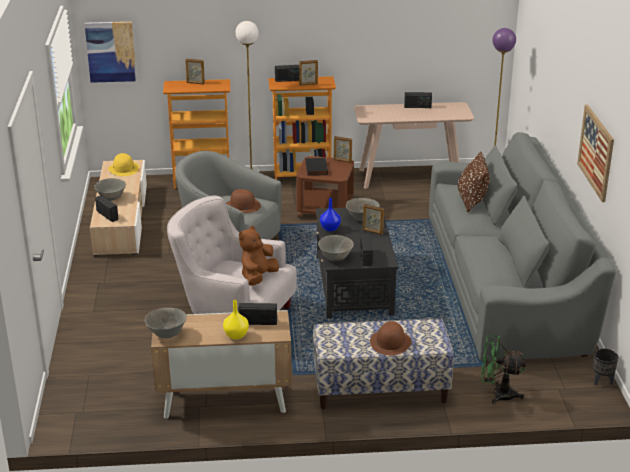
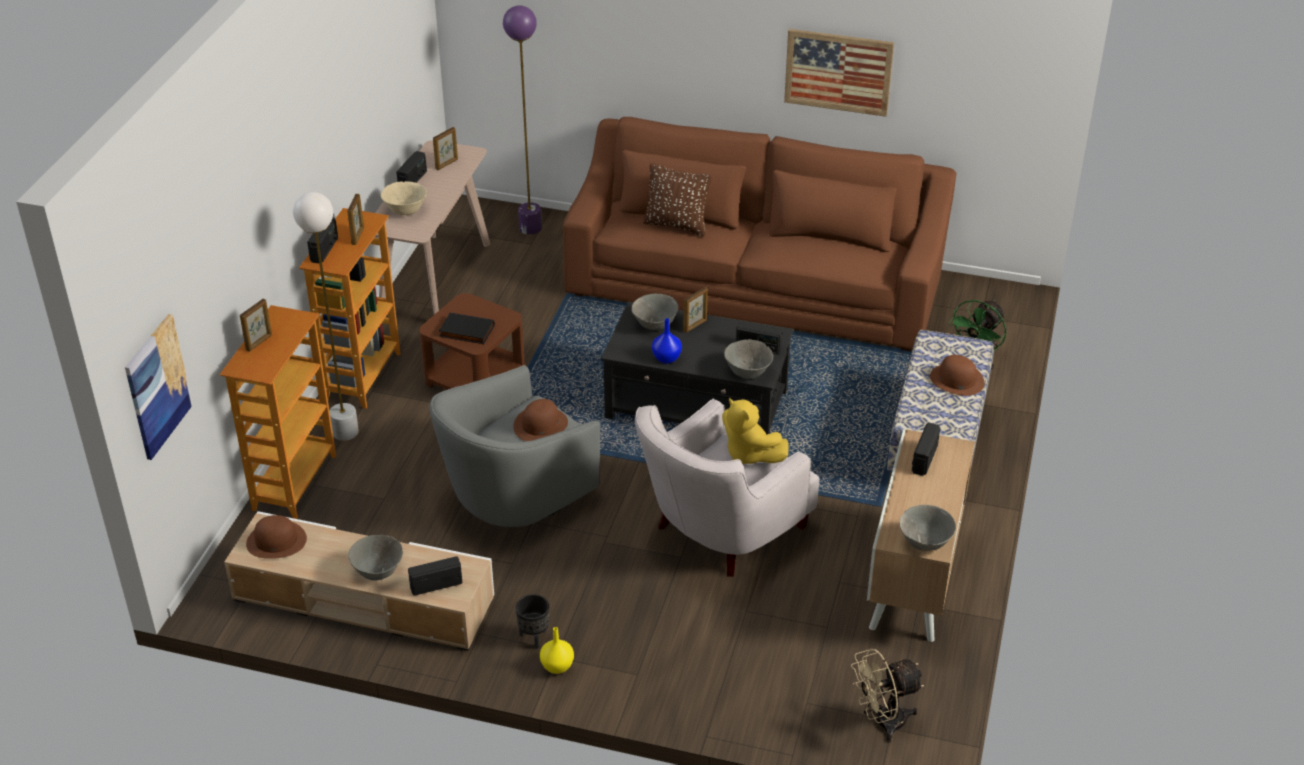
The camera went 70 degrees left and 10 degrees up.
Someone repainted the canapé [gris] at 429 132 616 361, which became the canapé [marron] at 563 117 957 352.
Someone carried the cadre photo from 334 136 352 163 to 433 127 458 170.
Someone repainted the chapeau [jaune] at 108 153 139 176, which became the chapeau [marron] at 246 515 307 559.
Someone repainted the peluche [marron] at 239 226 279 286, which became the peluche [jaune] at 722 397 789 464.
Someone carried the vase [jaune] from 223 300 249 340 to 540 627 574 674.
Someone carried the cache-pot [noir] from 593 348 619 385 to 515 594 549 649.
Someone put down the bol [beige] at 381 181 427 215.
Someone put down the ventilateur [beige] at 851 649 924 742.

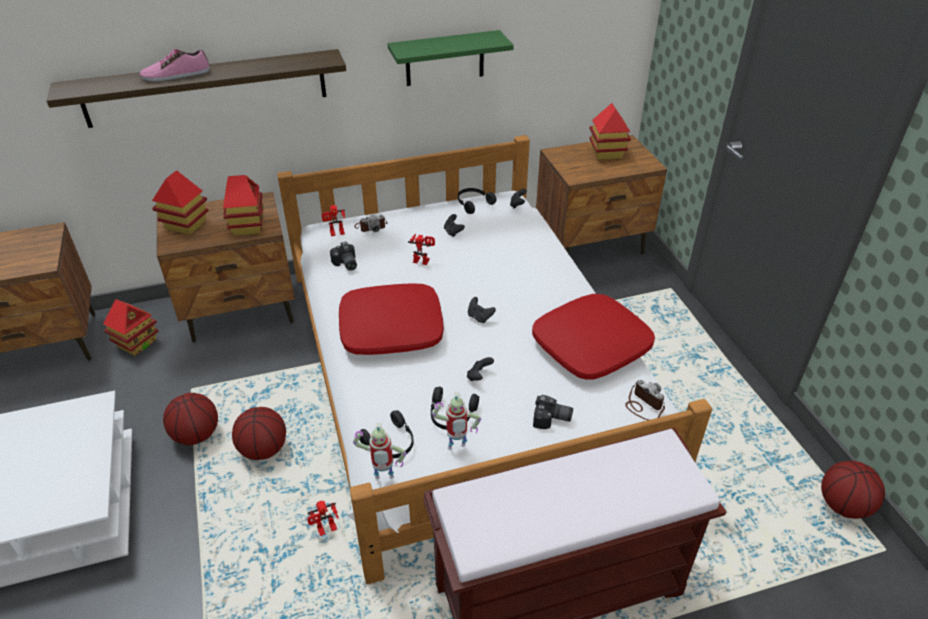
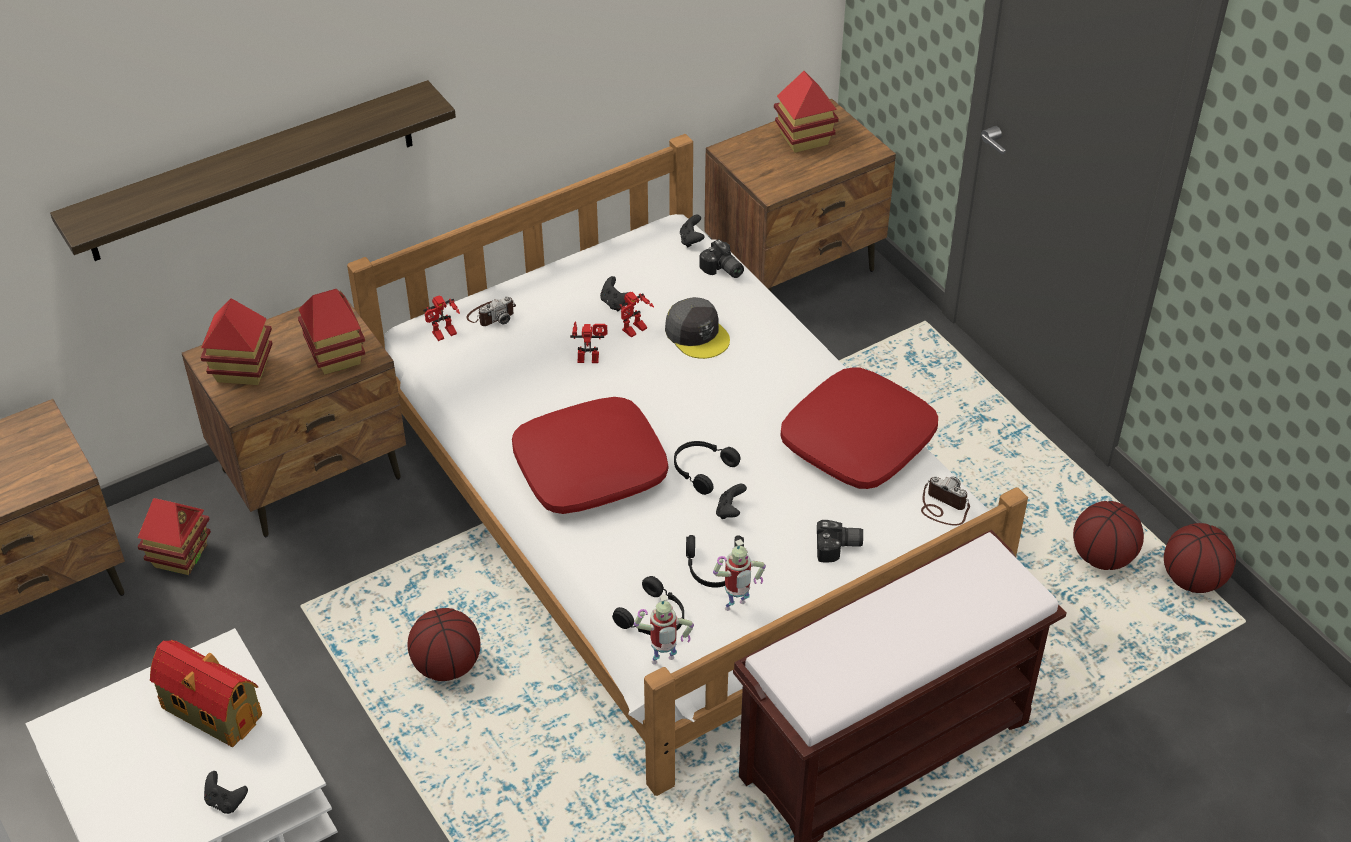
The camera went 15 degrees left and 5 degrees up.
Someone took away the étagère [vert] at 388 30 514 86.
Someone took away the chaussure at 140 49 210 81.
Someone carried the casque audio [noir] from 458 188 496 214 to 674 441 741 495.
Someone carried the appareil photo from 330 241 357 271 to 699 239 744 278.
Someone carried the manette [noir] from 468 297 496 323 to 204 771 248 814.
Someone carried the ballon de basket from 163 393 218 445 to 1073 501 1144 570.
Someone carried the robot jouet from 307 501 338 536 to 617 292 654 338.
Someone put down the casquette [gris] at 665 297 730 359.
Someone put down the maison miniature at 150 640 262 747.

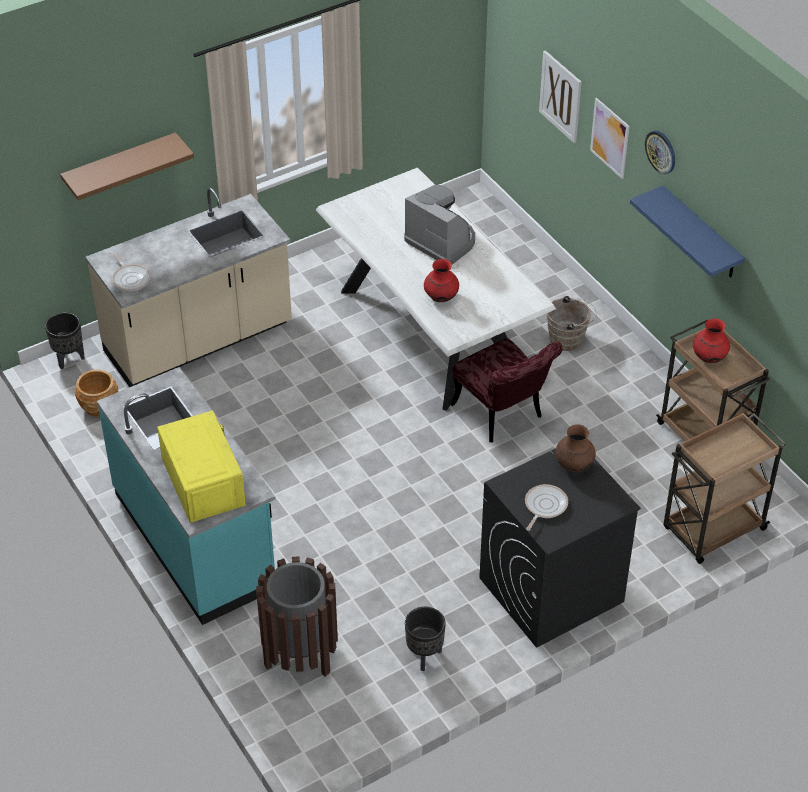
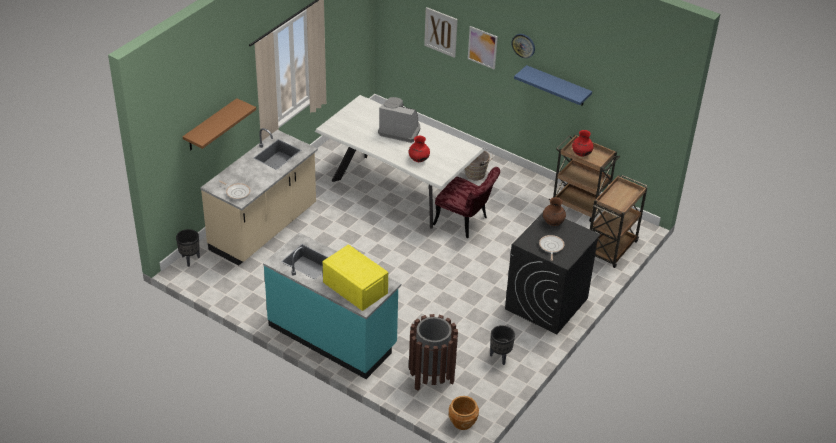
The camera went 25 degrees left and 5 degrees down.
Someone carried the cache-pot [marron] from 75 370 118 417 to 449 396 479 430.

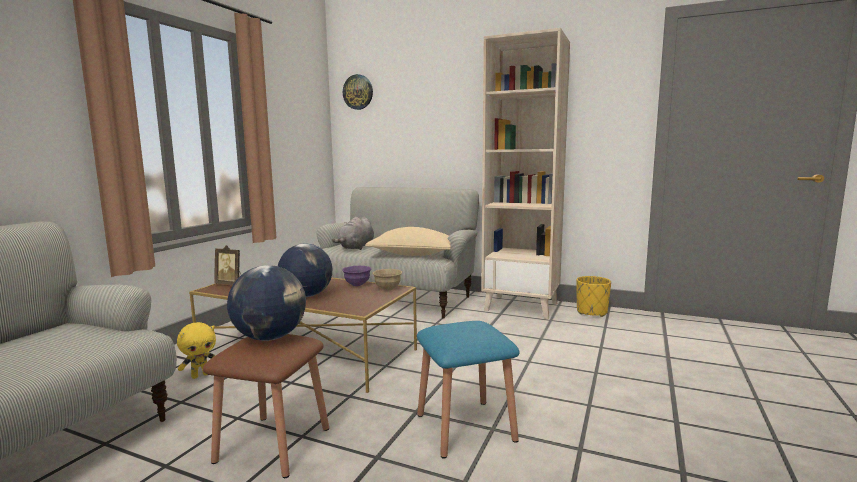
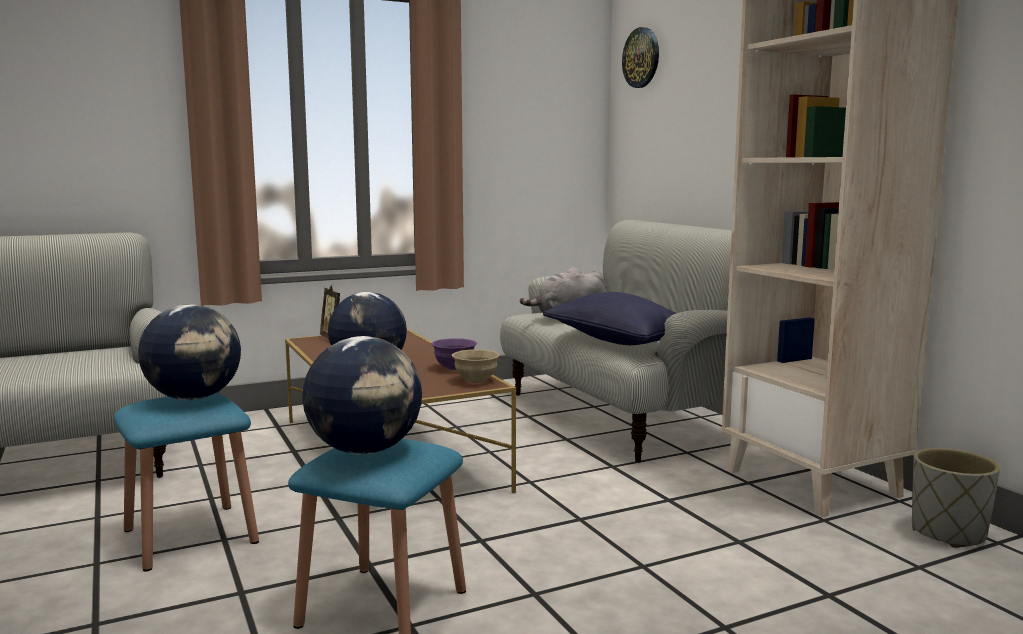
The camera went 40 degrees right and 0 degrees up.
Someone repainted the coussin [beige] at 365 227 451 256, which became the coussin [bleu] at 543 292 676 345.
Someone repainted the cache-pot [jaune] at 576 276 611 317, which became the cache-pot [gris] at 912 448 1000 548.
Someone took away the peluche [jaune] at 177 322 216 379.
Someone repainted the tabouret [marron] at 203 334 329 478, which became the tabouret [bleu] at 114 393 259 572.
Someone put down the globe at 302 336 422 455.

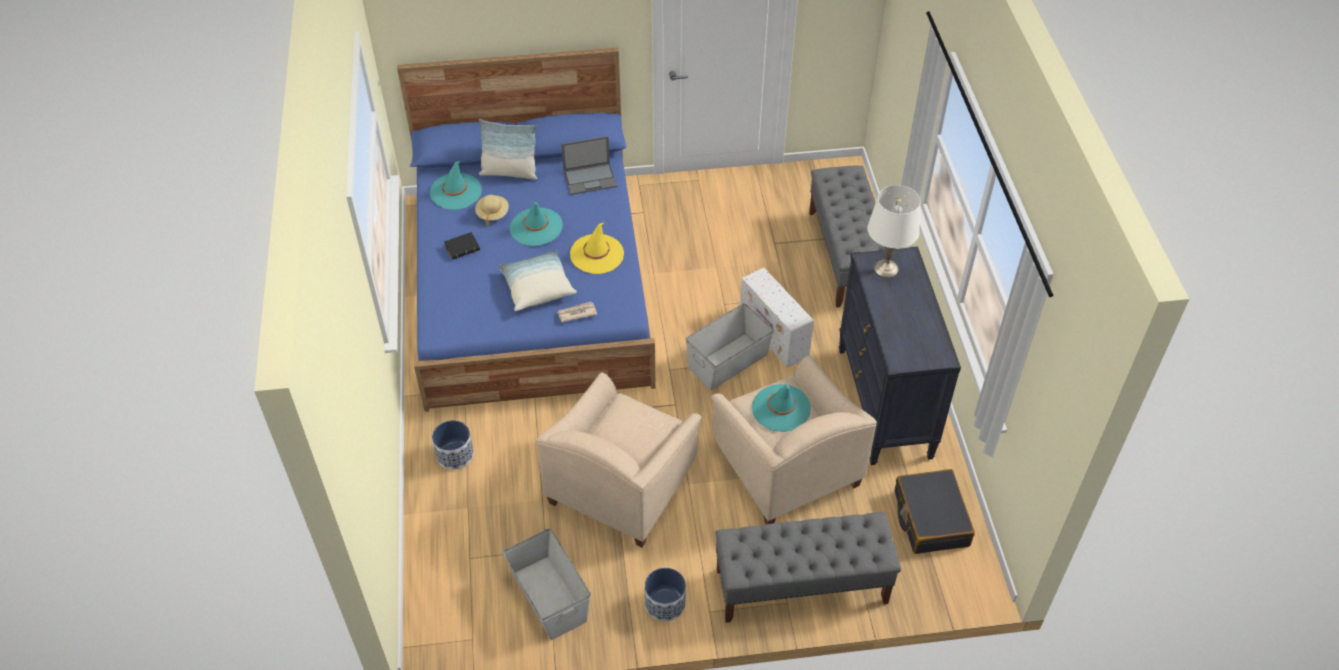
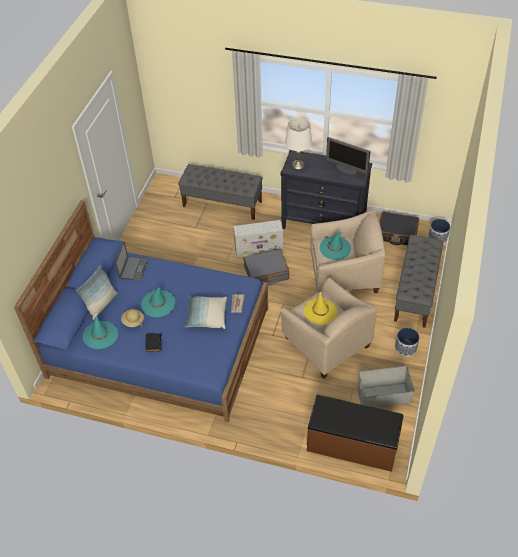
The camera went 65 degrees left and 0 degrees up.
Someone carried the chapeau [jaune] from 570 222 624 274 to 304 291 337 325.
Someone swapped the boîte de rangement [gris] at 686 303 774 390 for the valise [gris] at 243 249 289 285.
Someone carried the cache-pot from 432 420 474 470 to 428 219 450 244.
Someone put down the écran d'ordinateur at 326 137 371 174.
Someone put down the banc [marron] at 307 395 404 472.

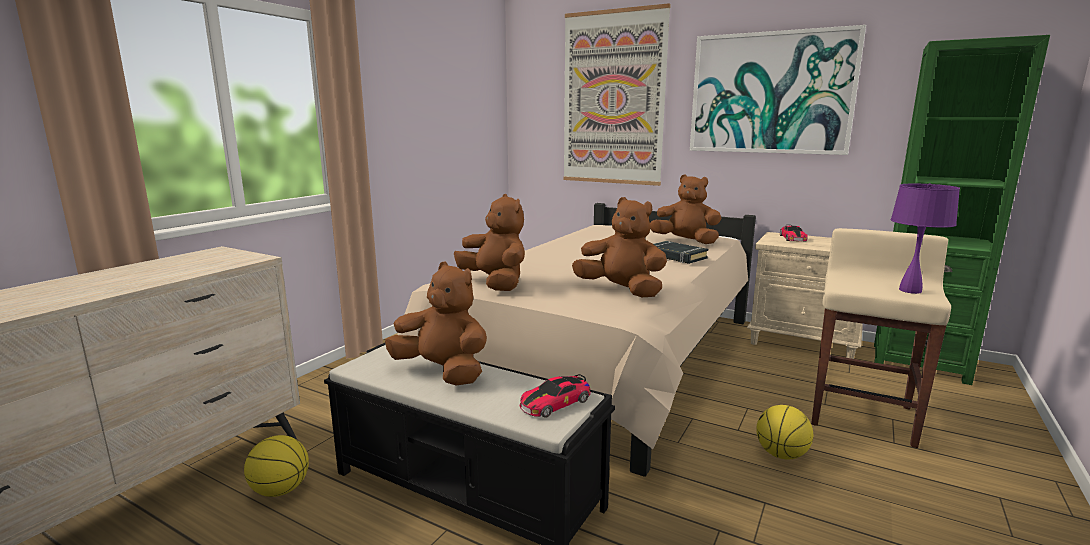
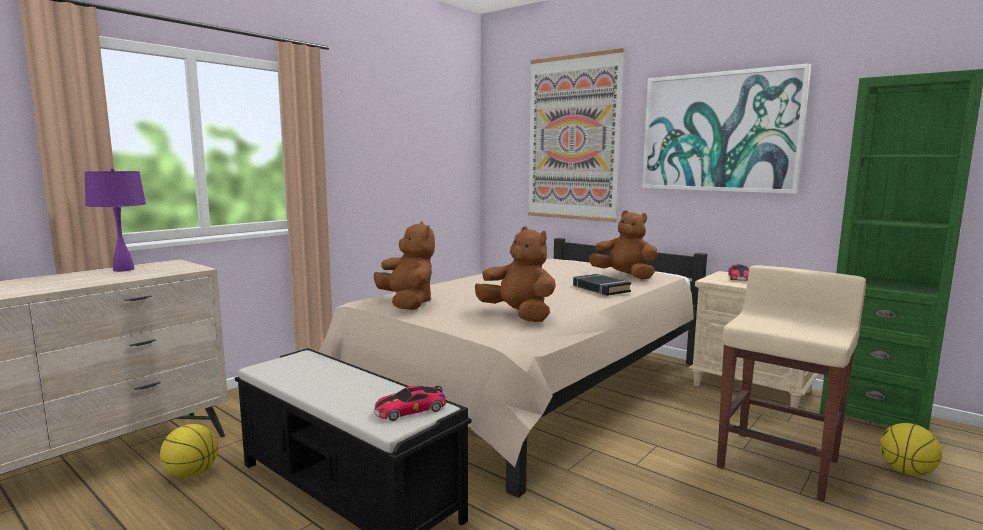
The camera went 10 degrees right and 5 degrees down.
Someone carried the lampe de table [violet] from 891 183 960 294 to 84 169 146 272.
Someone took away the peluche [marron] at 385 261 487 385.
Someone carried the ballon de basket from 756 405 813 459 to 880 423 942 476.

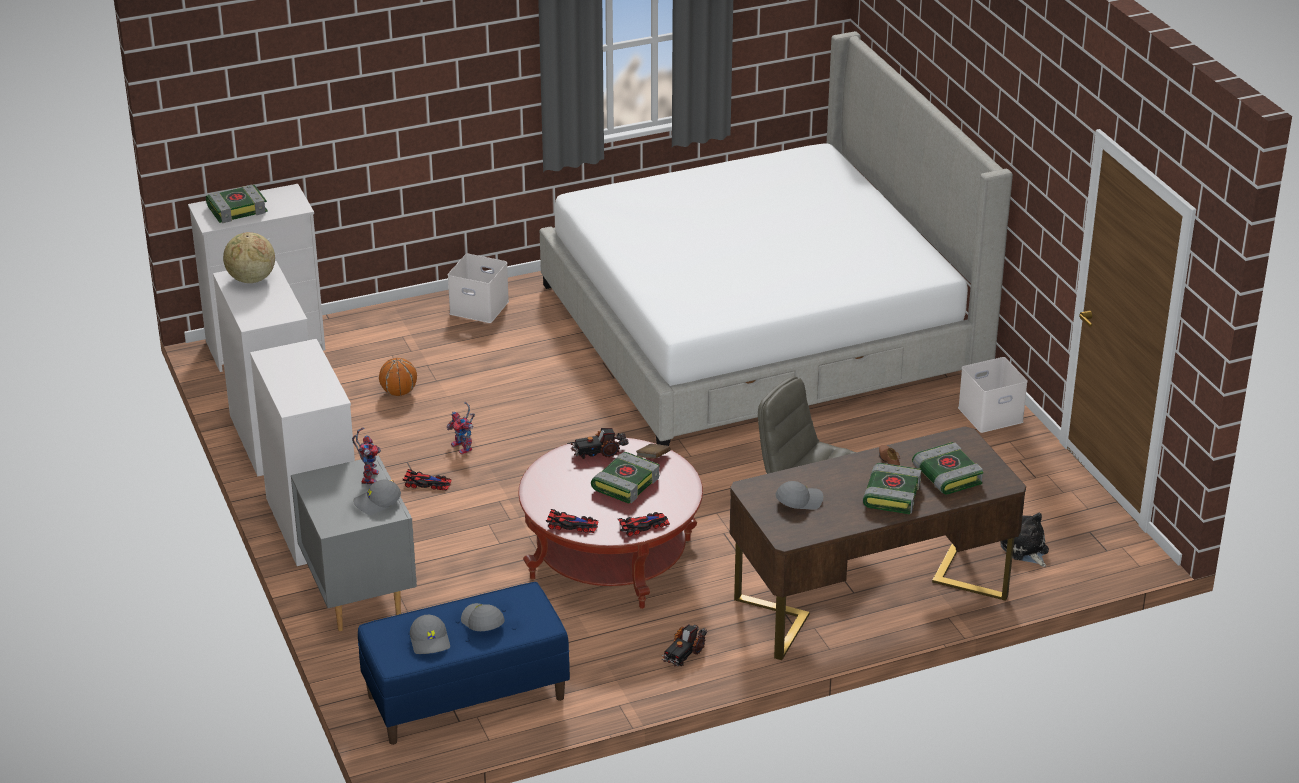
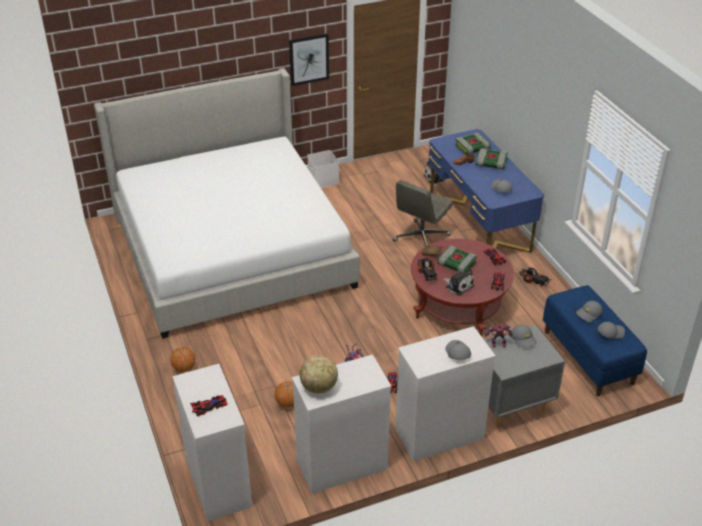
The camera went 90 degrees left and 5 degrees up.
Someone swapped the livre at 206 185 268 223 for the petite voiture at 190 395 228 416.
Someone swapped the boîte de rangement [blanc] at 448 253 509 323 for the ballon de basket at 170 347 195 372.
Someone repainted the bureau [marron] at 730 426 1026 660, which became the bureau [bleu] at 429 129 544 253.
Someone put up the tableau at 289 33 329 86.
Someone put down the peluche at 443 269 474 296.
Someone put down the casquette [gris] at 445 340 471 360.

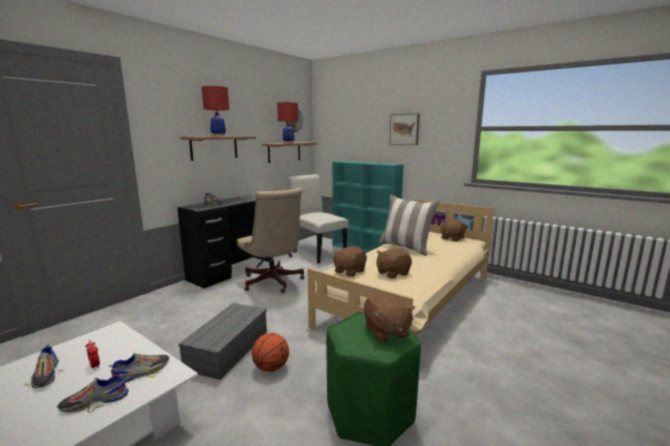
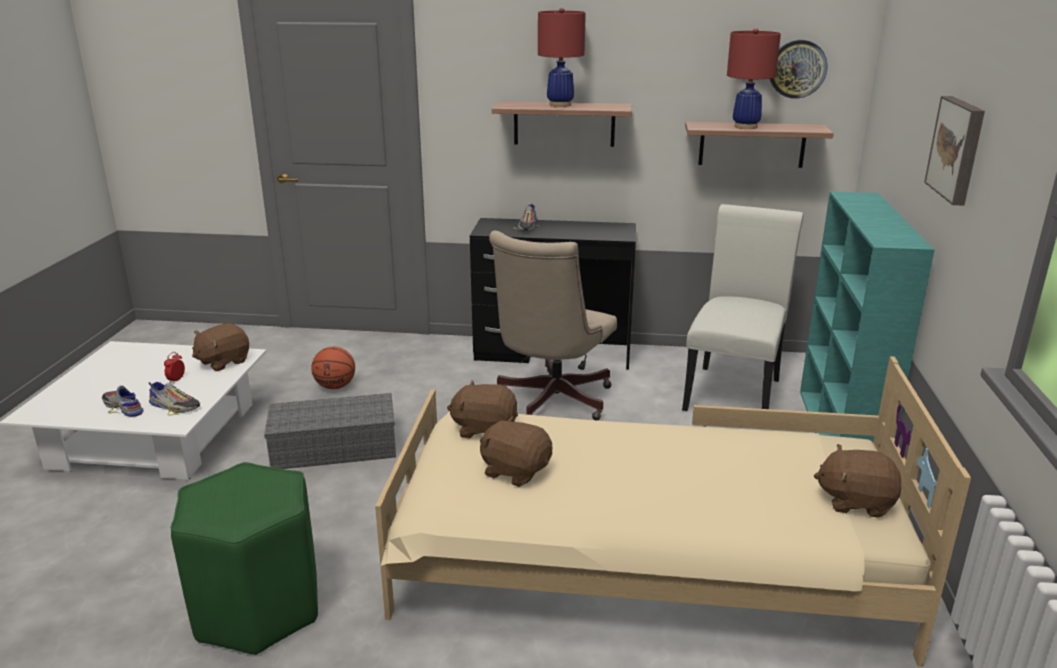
The camera went 60 degrees right and 10 degrees up.
Someone took away the coussin at 379 195 439 256.
Someone carried the peluche [marron] from 364 292 415 343 to 192 323 249 371.
Someone carried the ballon de basket from 252 333 289 372 to 311 347 355 389.
Someone took away the chaussure at 24 345 63 388.

